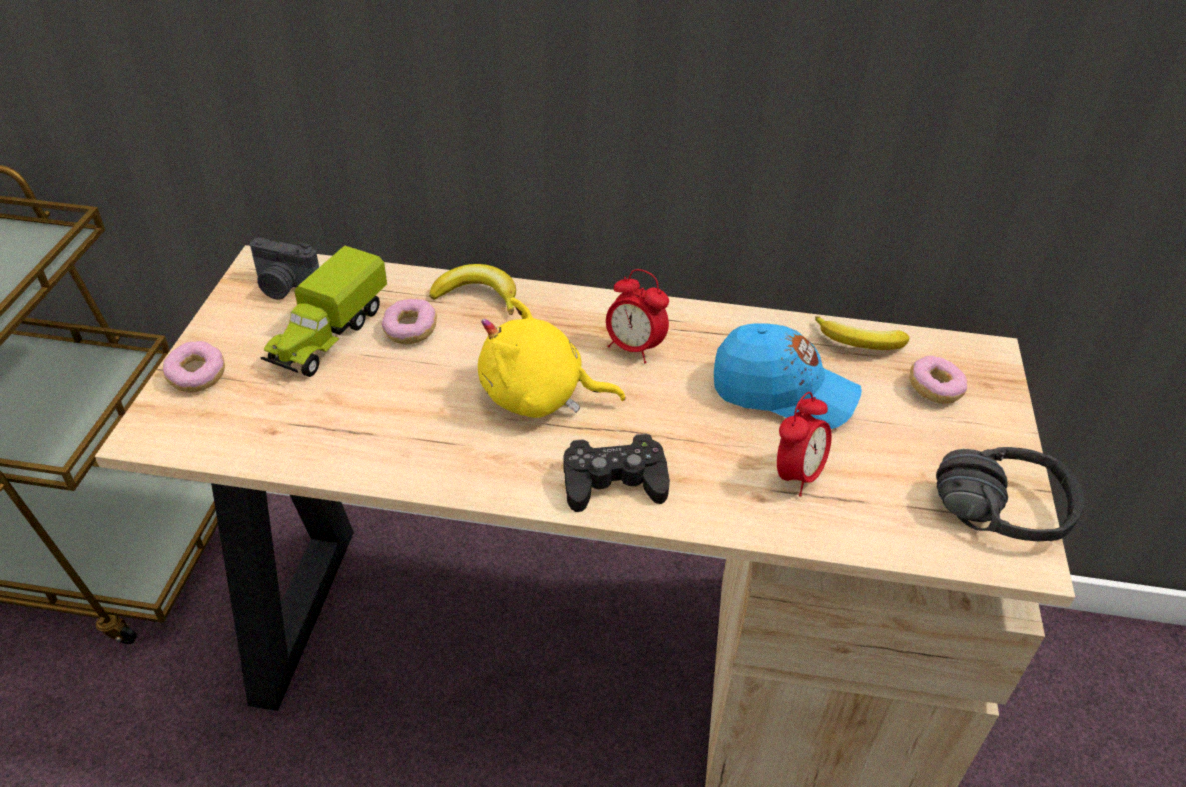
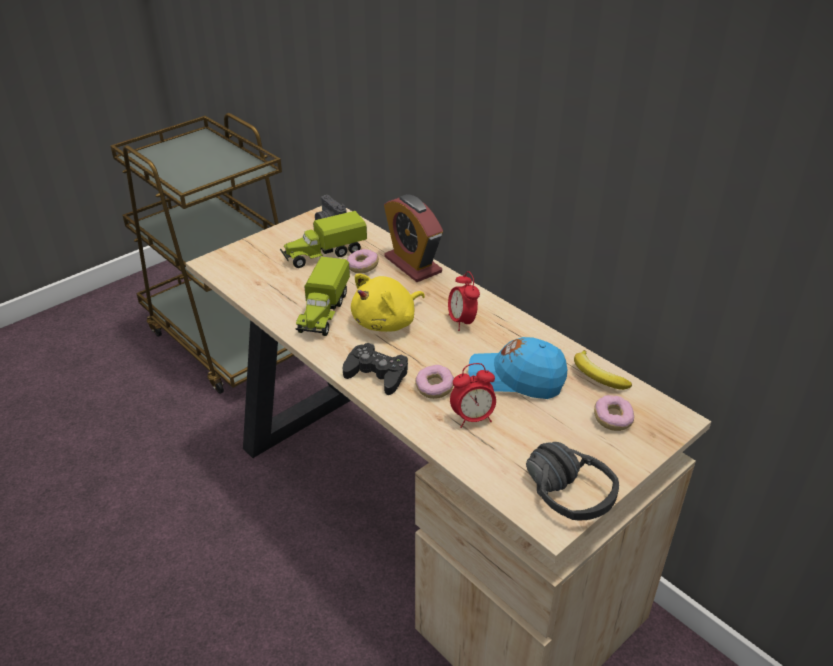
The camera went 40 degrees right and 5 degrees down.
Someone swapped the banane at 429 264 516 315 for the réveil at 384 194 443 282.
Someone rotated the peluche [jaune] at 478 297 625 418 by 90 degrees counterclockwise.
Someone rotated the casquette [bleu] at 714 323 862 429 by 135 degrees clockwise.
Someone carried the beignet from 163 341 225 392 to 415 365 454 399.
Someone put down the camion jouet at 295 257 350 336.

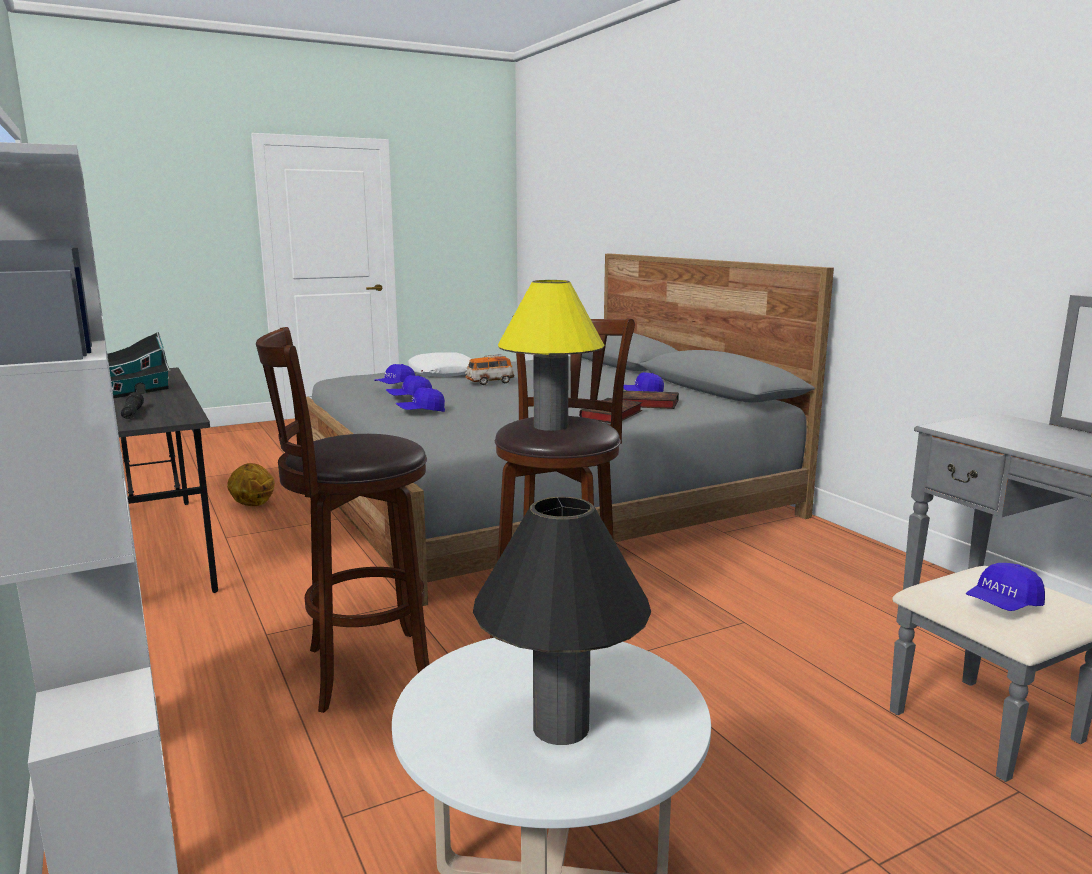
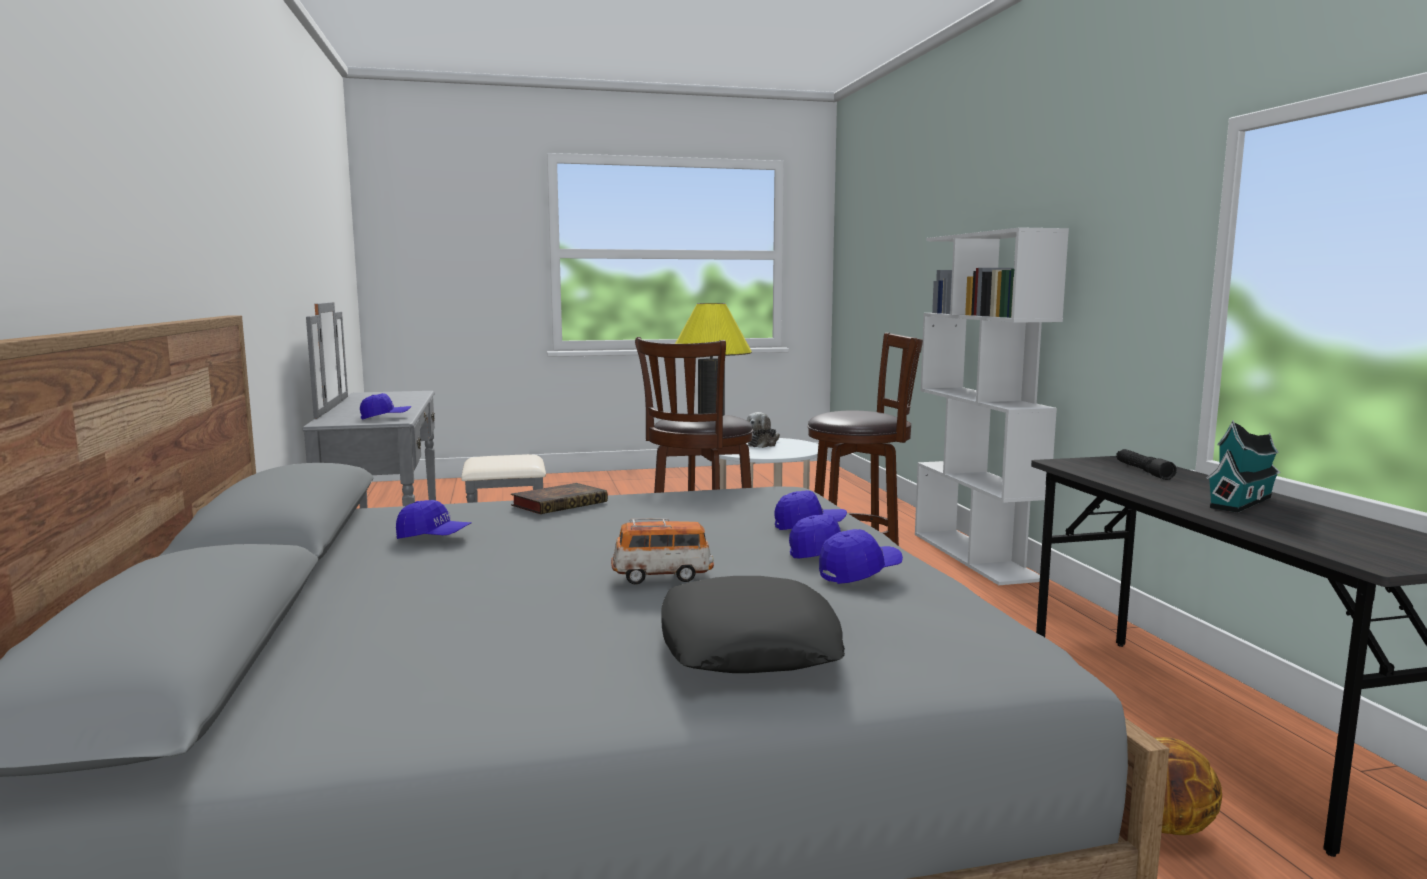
The camera went 165 degrees left and 5 degrees down.
Someone repainted the coussin [blanc] at 408 353 471 377, which became the coussin [noir] at 662 576 845 673.
Someone took away the livre at 623 390 679 409.
Someone swapped the lampe de table [noir] at 473 497 651 745 for the peluche at 747 412 780 448.
Someone carried the casquette [bleu] from 966 563 1045 611 to 360 393 411 420.

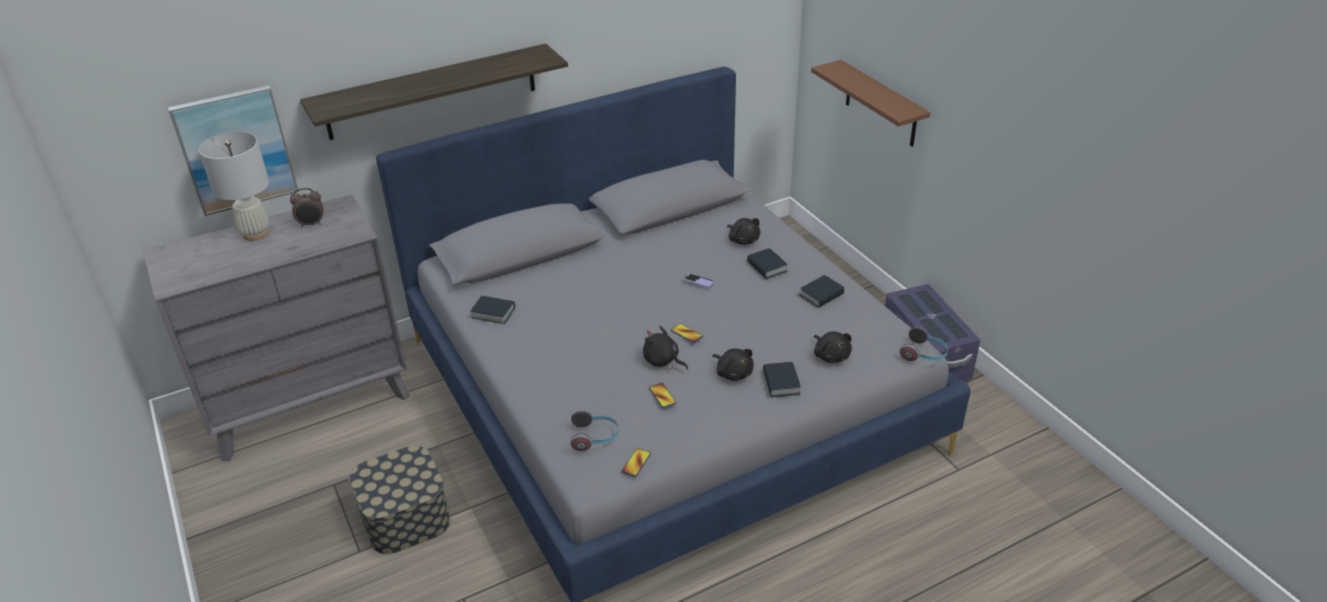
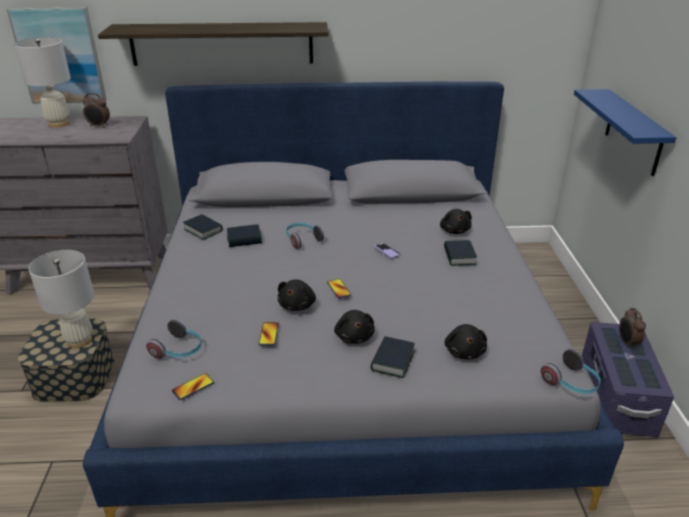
The camera went 25 degrees right and 5 degrees down.
Someone repainted the étagère [marron] at 811 60 930 147, which became the étagère [bleu] at 574 89 677 176.
Someone carried the livre from 799 275 844 308 to 227 224 262 247.
Someone rotated the peluche [noir] at 643 326 688 369 by 135 degrees counterclockwise.
Someone put down the casque audio at 286 223 324 249.
Someone put down the lampe de table [blanc] at 29 250 94 348.
Someone put down the réveil at 619 308 646 348.

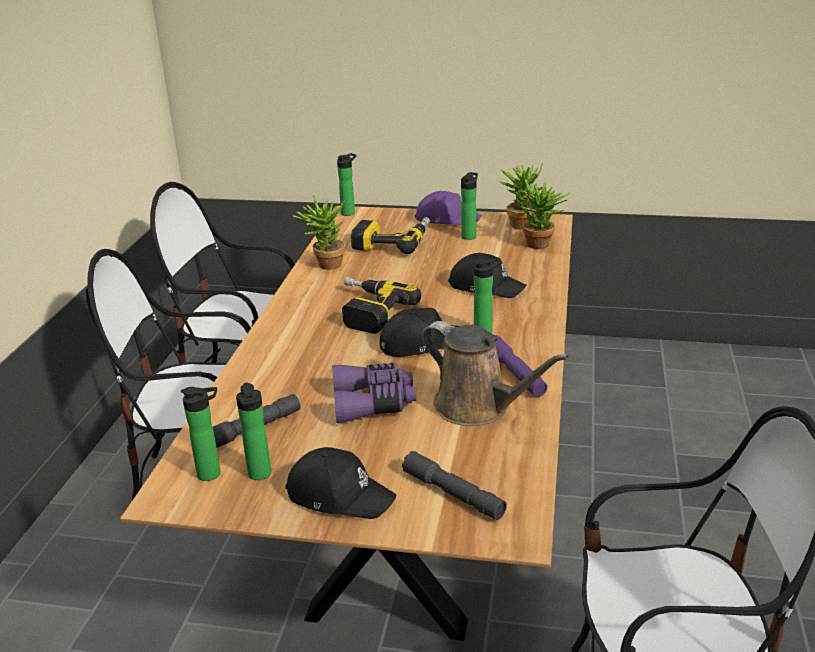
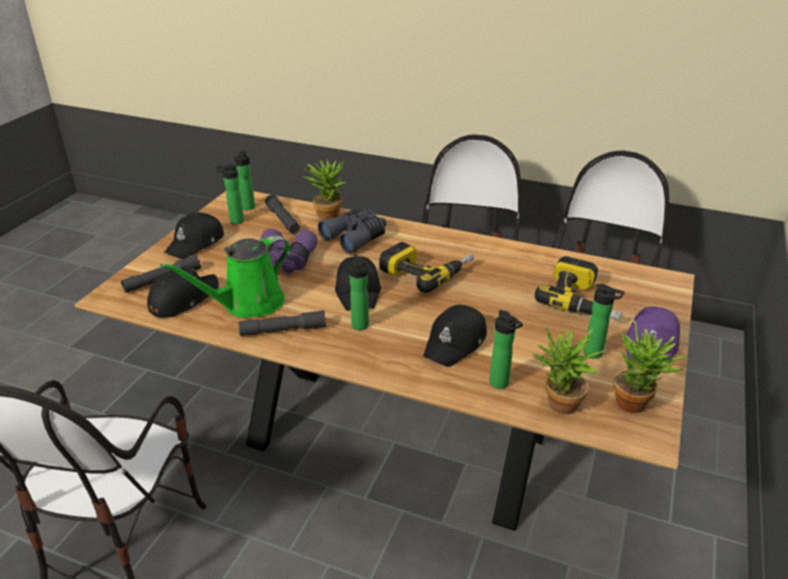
The camera went 100 degrees right and 5 degrees up.
Someone carried the bouteille from 337 153 356 216 to 490 310 523 389.
Someone carried the plante en pot from 292 195 345 270 to 303 159 346 220.
Someone repainted the arrosoir [marron] at 422 321 569 426, which became the arrosoir [vert] at 160 235 291 318.
Someone repainted the lampe de poche [violet] at 495 335 547 397, which became the lampe de poche [gris] at 239 310 326 336.
Someone put down the jumelles [gris] at 318 207 386 254.
Someone put down the casquette [noir] at 147 266 219 318.

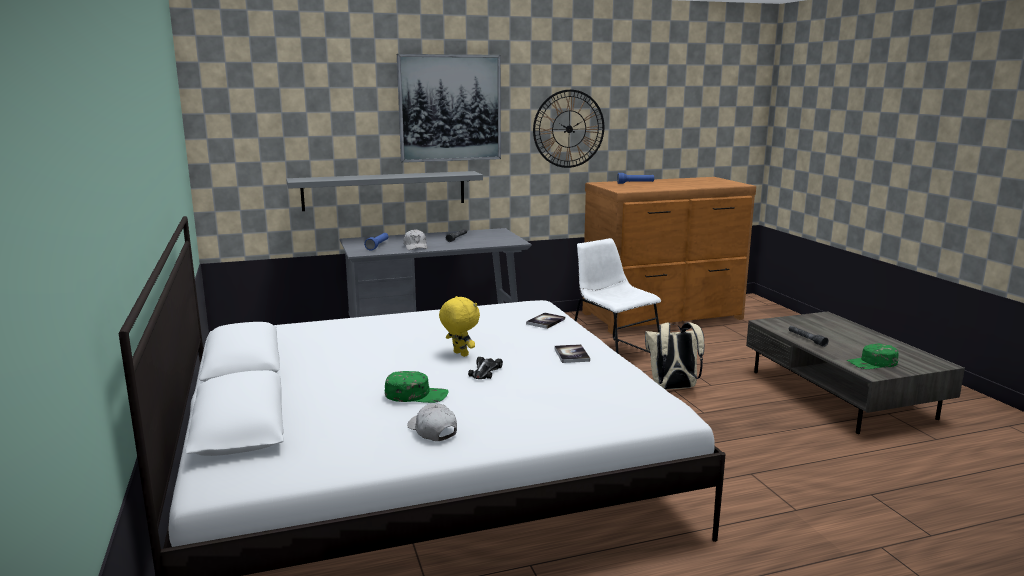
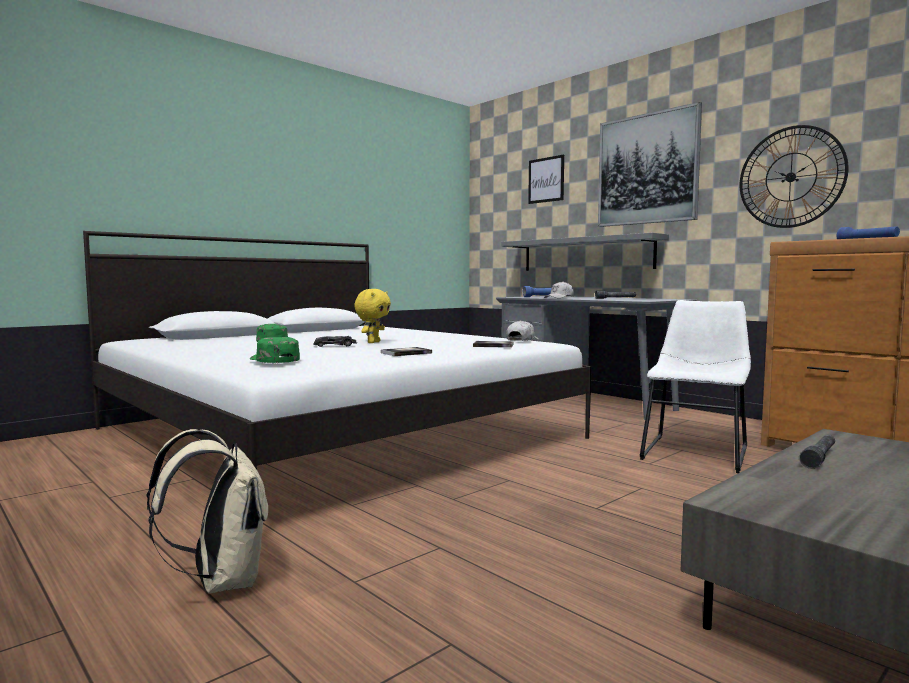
The camera went 65 degrees right and 10 degrees down.
Someone carried the sac à dos [beige] from 645 322 704 390 to 146 429 268 594.
Someone carried the casquette [vert] from 847 344 899 369 to 250 337 300 363.
Someone carried the casquette [blanc] from 407 404 457 441 to 506 320 539 341.
Someone put up the tableau at 528 154 564 204.

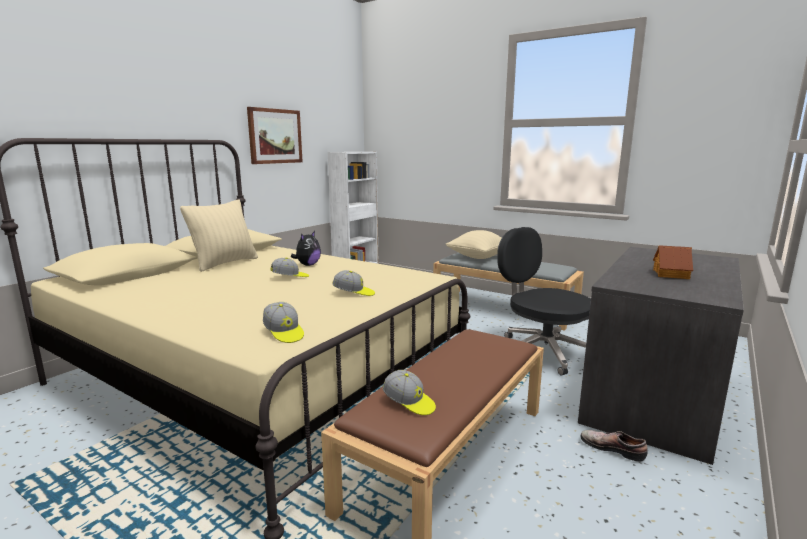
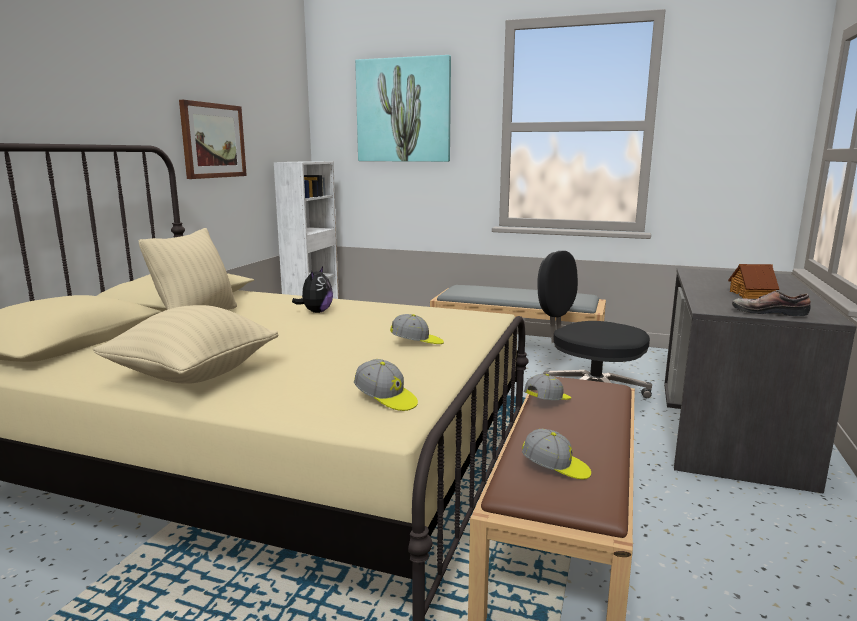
The camera went 15 degrees left and 0 degrees up.
Someone carried the coussin [beige] from 446 230 501 259 to 93 305 279 384.
Someone carried the casquette from 270 258 309 277 to 524 374 571 400.
Someone carried the chaussure from 581 430 647 462 to 732 291 811 316.
Someone put up the tableau at 355 55 451 162.

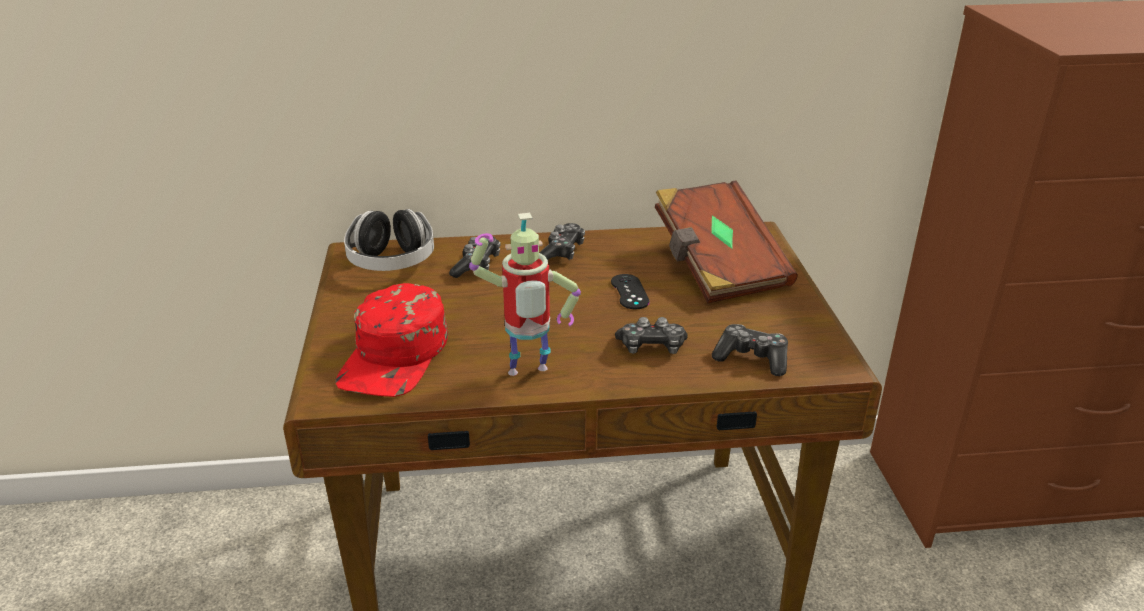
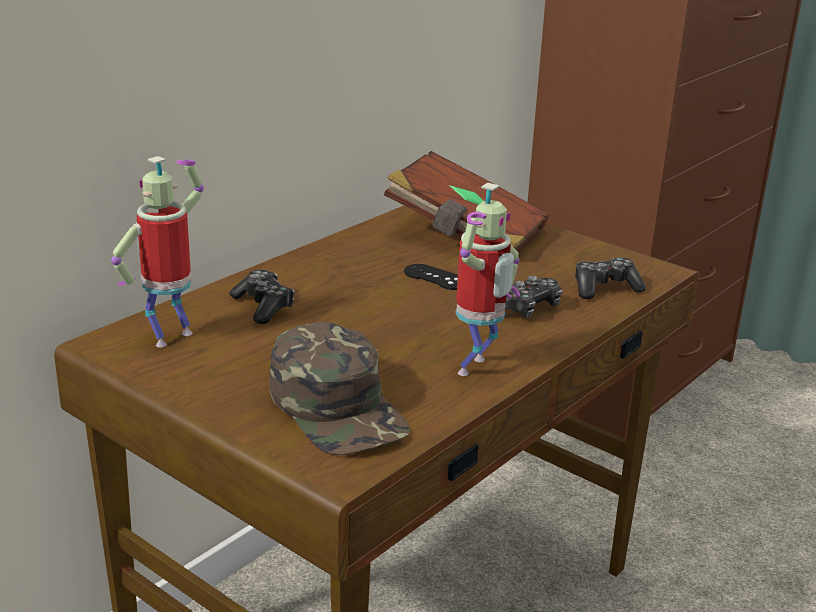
The camera went 45 degrees left and 5 degrees down.
Someone swapped the casque audio at 344 209 434 271 for the robot jouet at 111 156 204 348.
Someone took away the manette at 539 223 585 260.
Someone repainted the casquette [rouge] at 336 283 448 397, which became the casquette [vert] at 269 322 410 455.

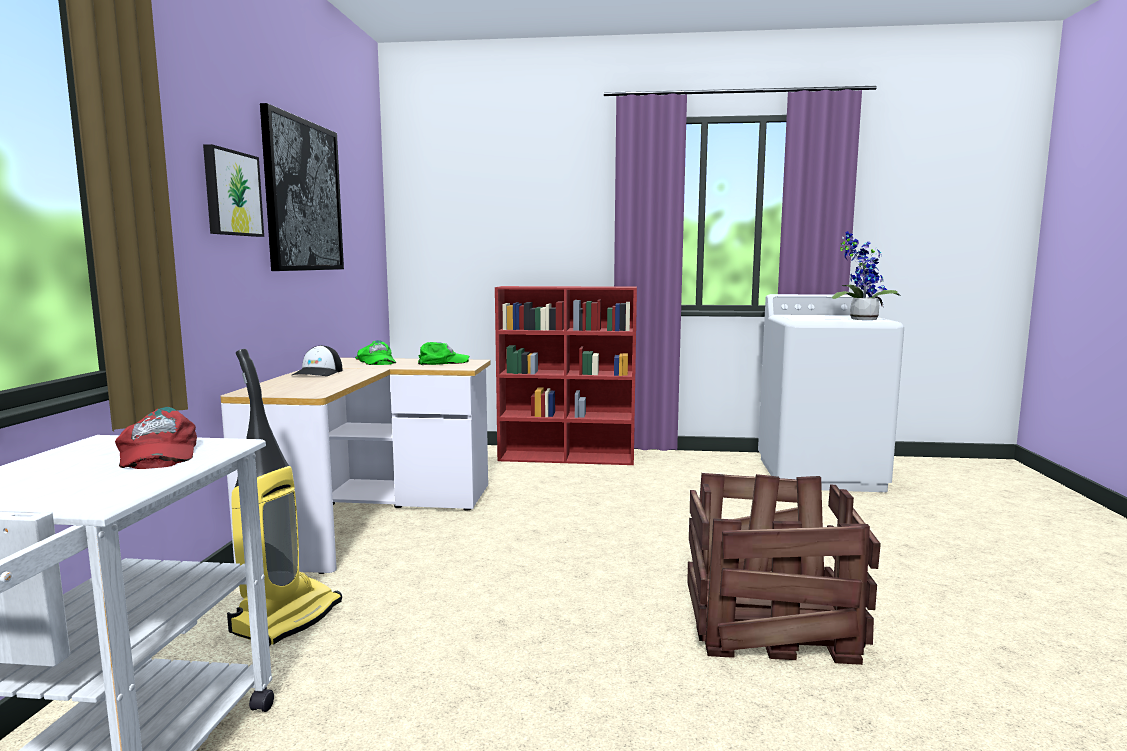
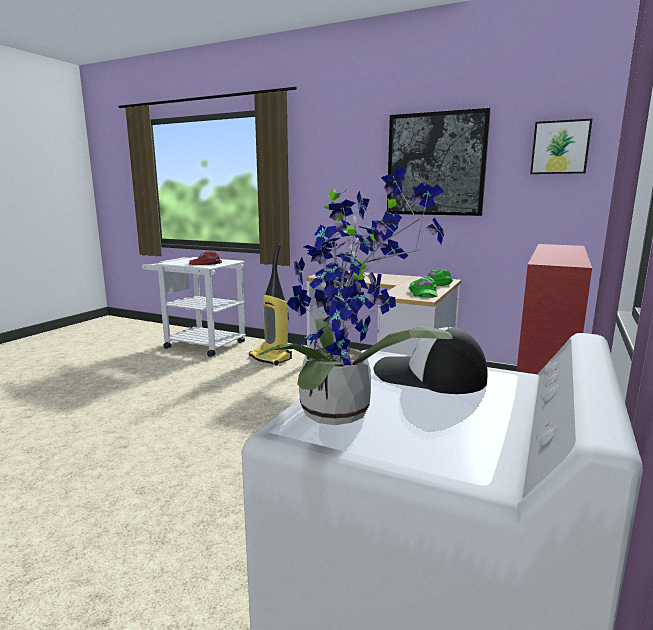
The camera went 110 degrees right and 5 degrees up.
Someone carried the tableau from 203 144 264 237 to 530 119 592 174.
Someone carried the casquette from 292 345 343 376 to 374 327 488 394.
Someone took away the caisse at 687 473 881 665.

